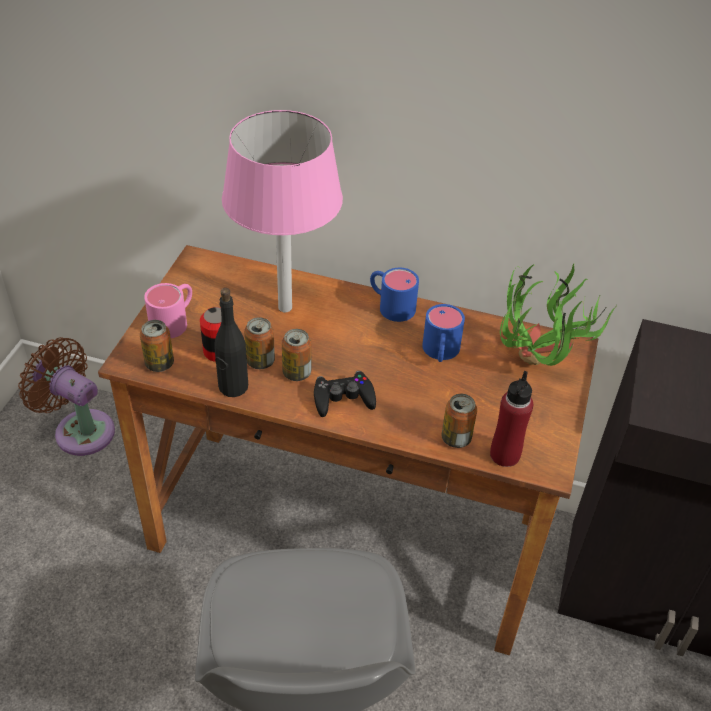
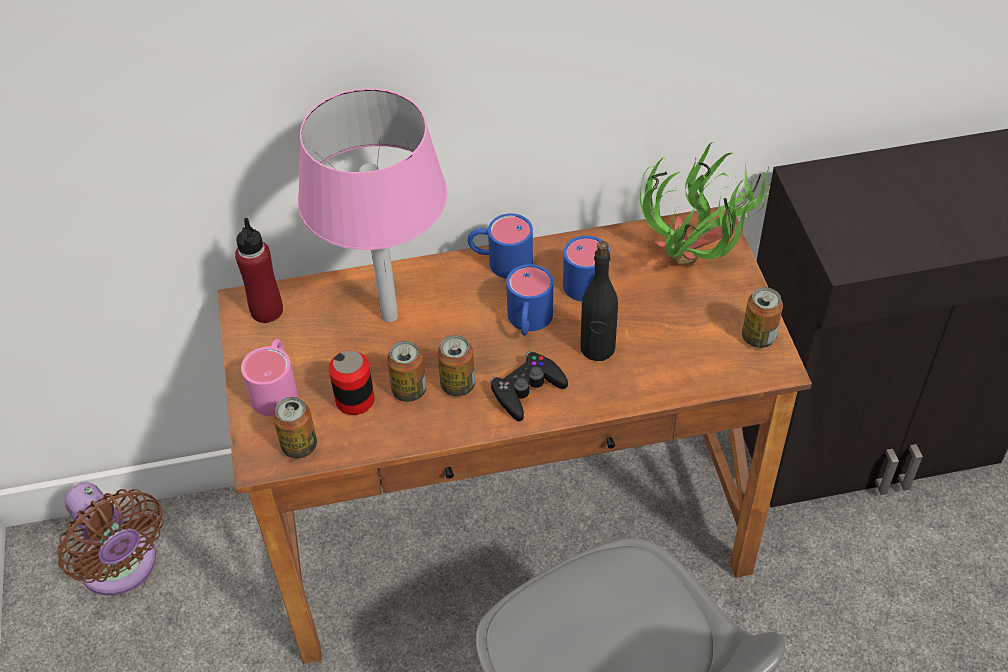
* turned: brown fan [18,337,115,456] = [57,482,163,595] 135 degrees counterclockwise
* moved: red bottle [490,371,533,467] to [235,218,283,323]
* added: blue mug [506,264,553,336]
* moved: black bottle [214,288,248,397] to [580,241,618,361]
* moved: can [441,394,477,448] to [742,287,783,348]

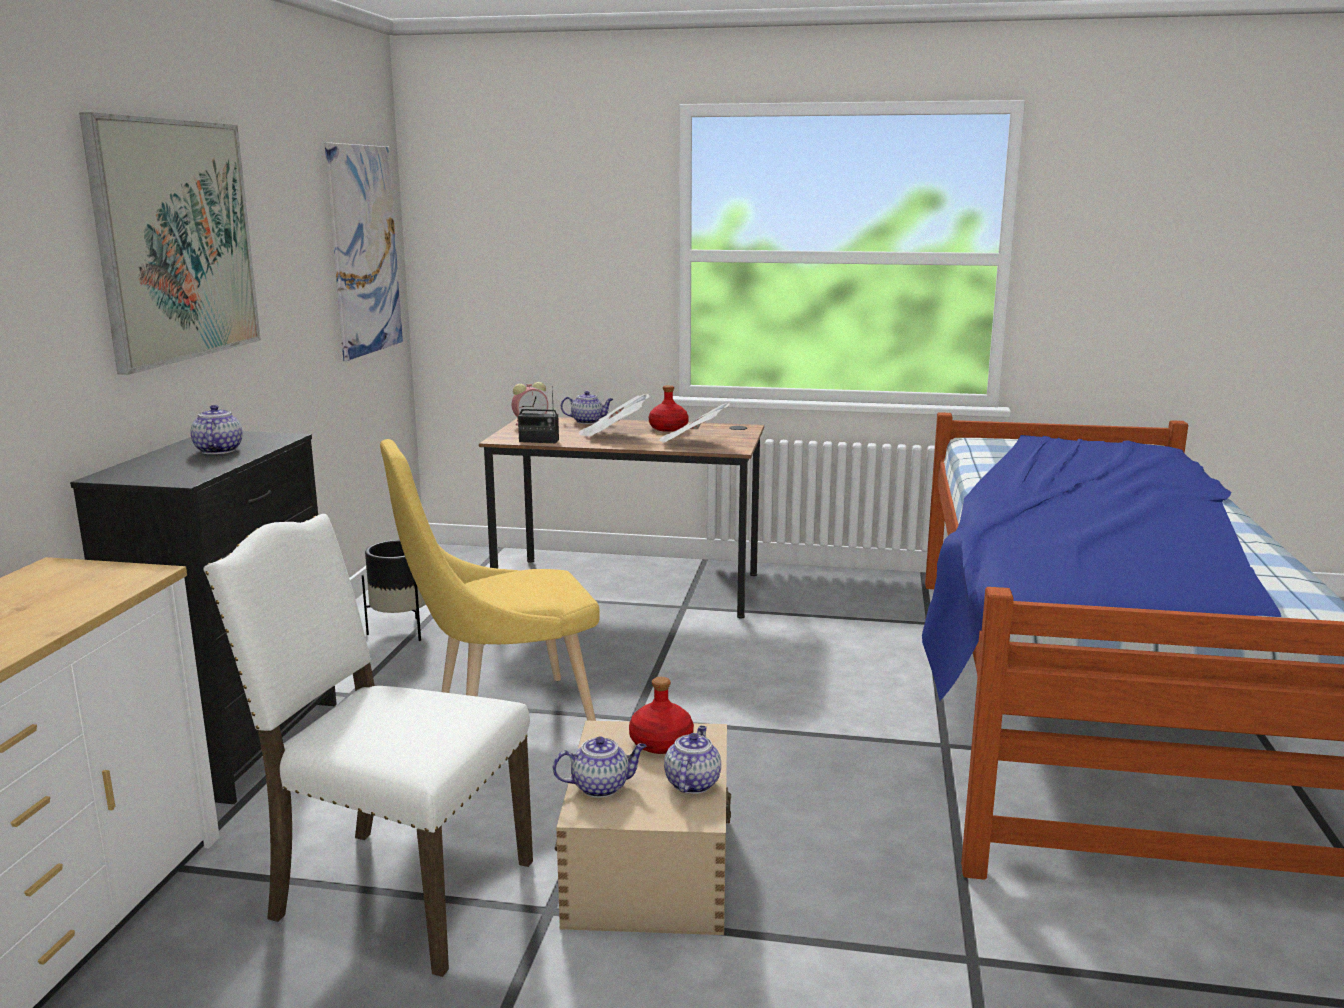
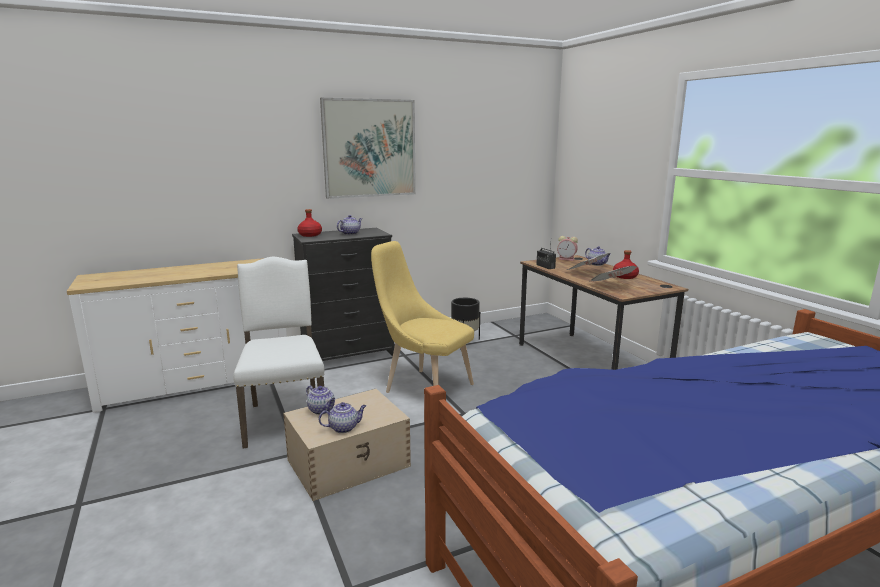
* moved: red bottle [629,677,694,754] to [297,209,322,237]
* removed: picture [325,142,403,361]

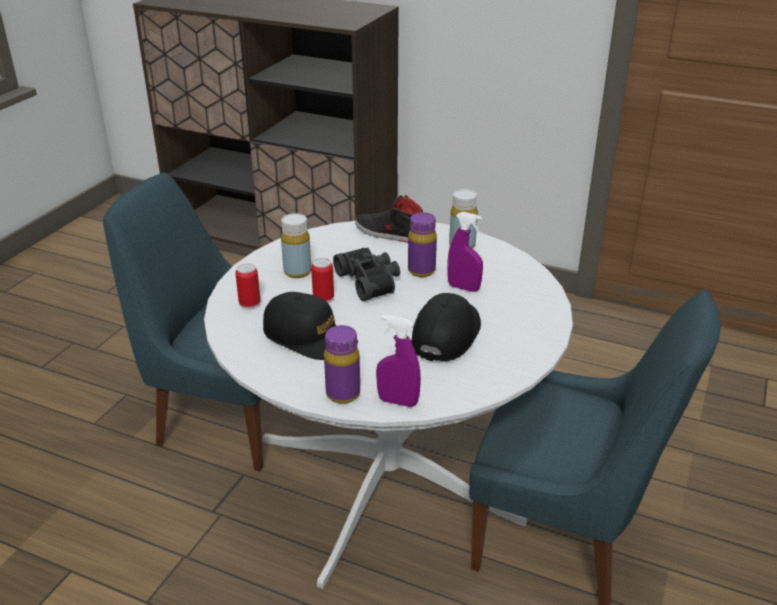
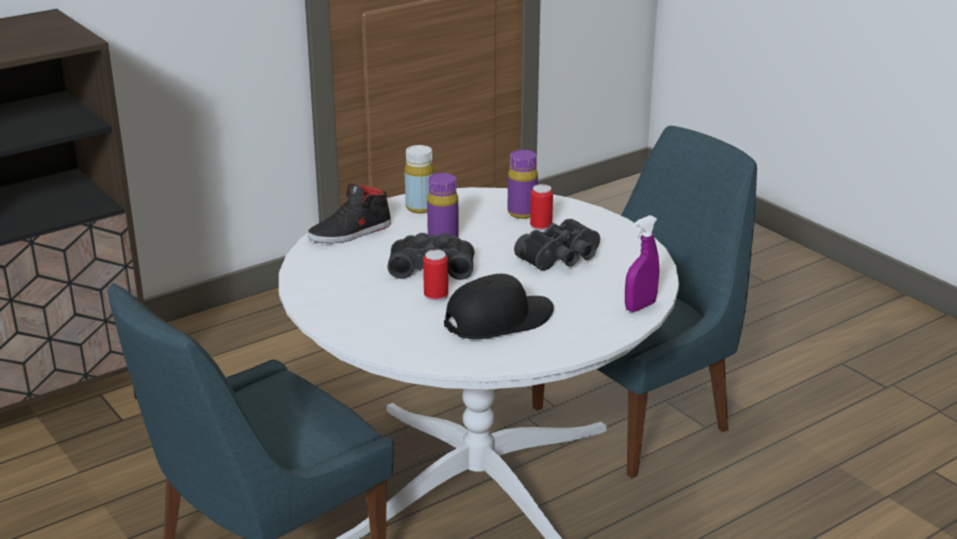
* moved: purple bottle [324,325,360,404] to [508,150,538,219]
* replaced: black cap [411,293,481,362] to black binoculars [514,219,600,271]
* moved: can [235,263,260,310] to [530,184,553,232]
* removed: yellow bottle [281,213,311,278]
* removed: purple spray bottle [447,212,483,292]

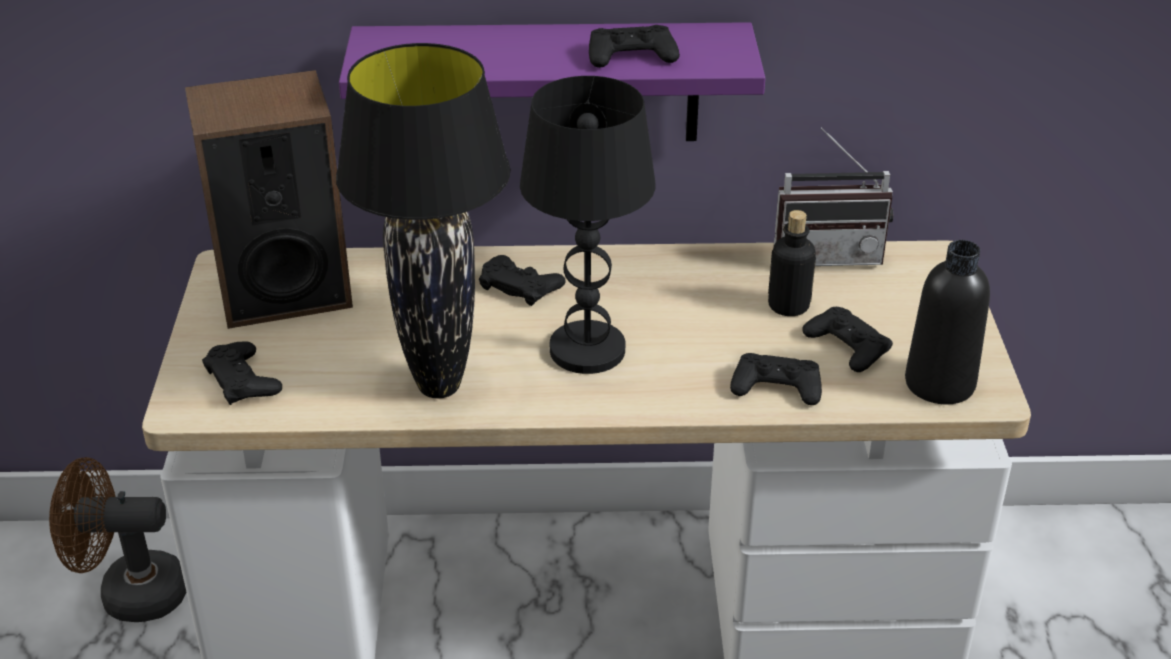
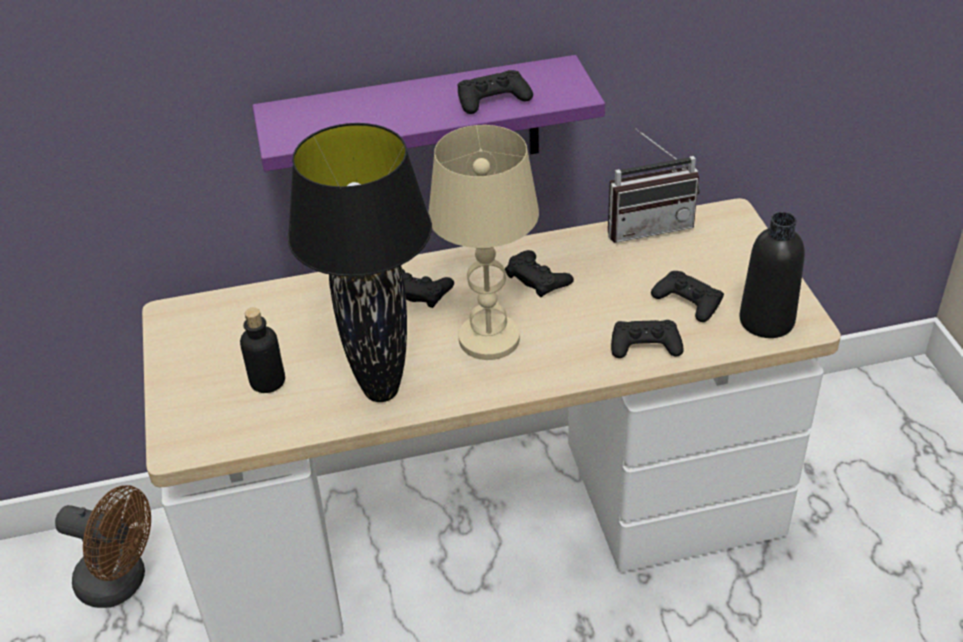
* turned: brown fan [49,457,186,622] = [55,485,151,608] 150 degrees counterclockwise
* moved: bottle [768,210,816,316] to [240,307,285,393]
* recoloured: black table lamp [520,76,656,374] to beige table lamp [429,125,539,360]
* moved: black game controller [202,341,282,405] to [505,250,574,297]
* removed: speaker [185,70,353,329]

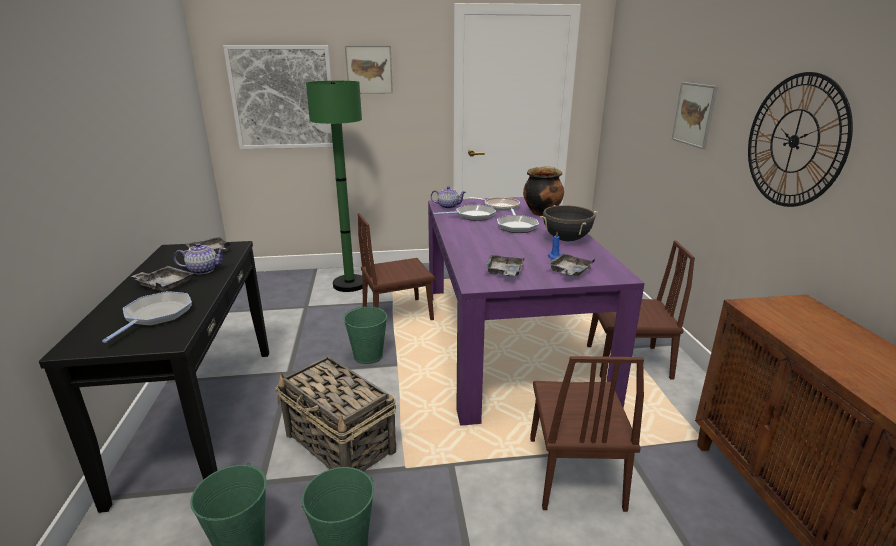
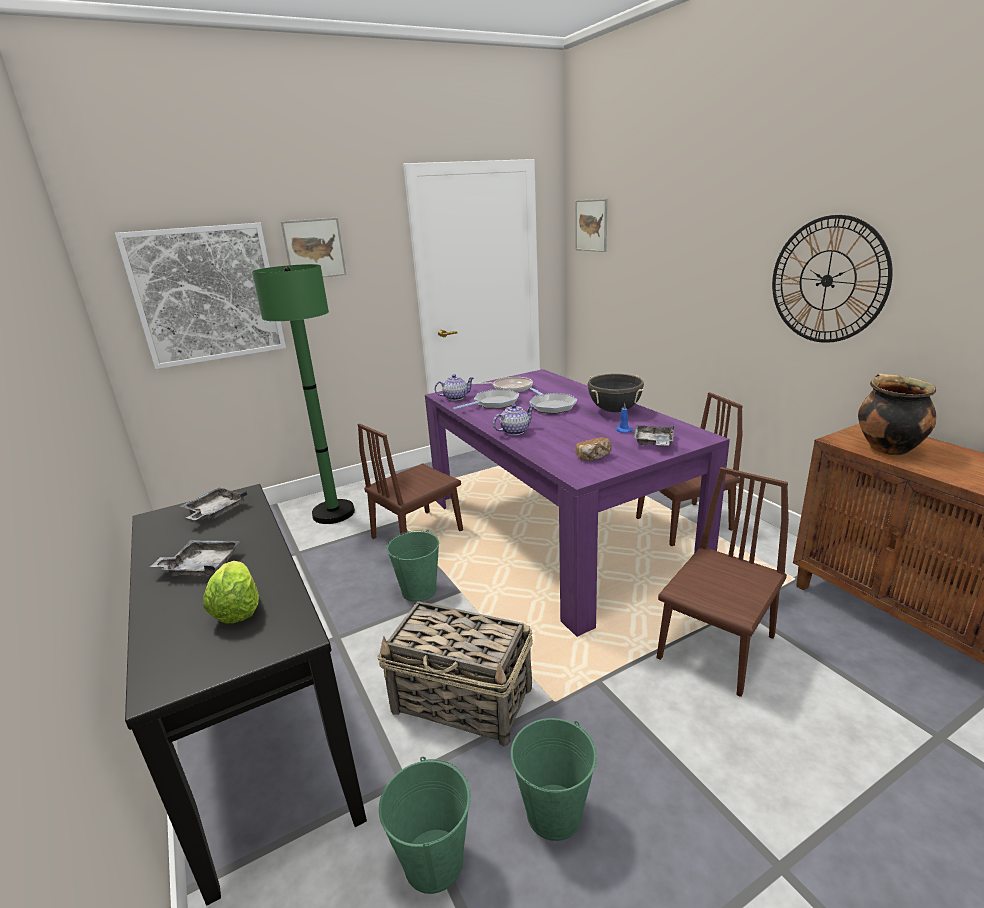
* replaced: frying pan [102,291,192,343] to lettuce [203,561,259,624]
* moved: teapot [174,243,226,275] to [493,404,535,435]
* moved: picture [672,82,718,149] to [575,199,608,252]
* replaced: grey tray [484,255,525,276] to bread [575,438,612,461]
* turned: brown chair [530,356,644,512] = [657,467,789,697] 120 degrees counterclockwise
* moved: cooking pot [523,166,564,216] to [858,374,937,456]

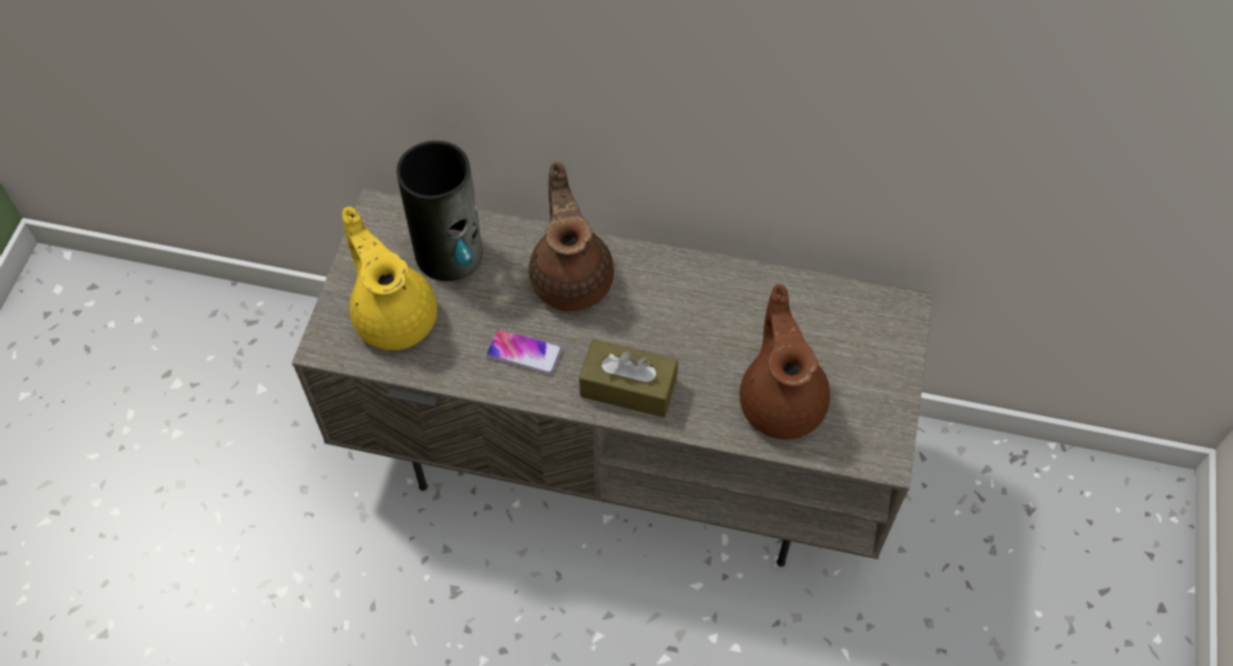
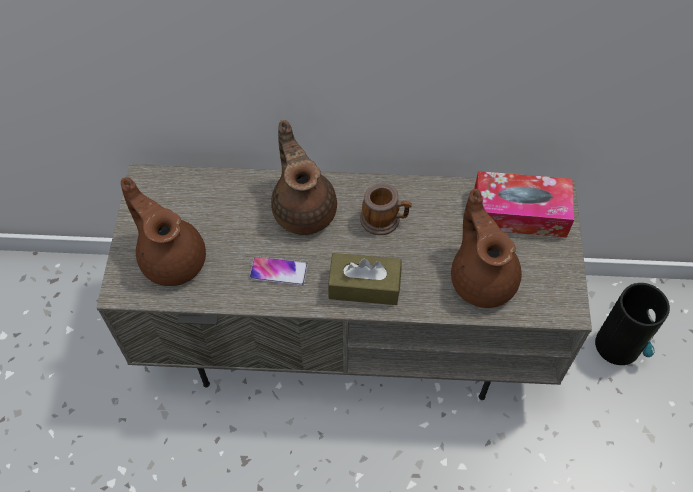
* recoloured: yellow teapot [342,207,437,350] to brown teapot [121,177,206,286]
* added: mug [360,183,412,235]
* added: tissue box [474,171,574,237]
* moved: vase [397,141,483,281] to [595,283,670,365]

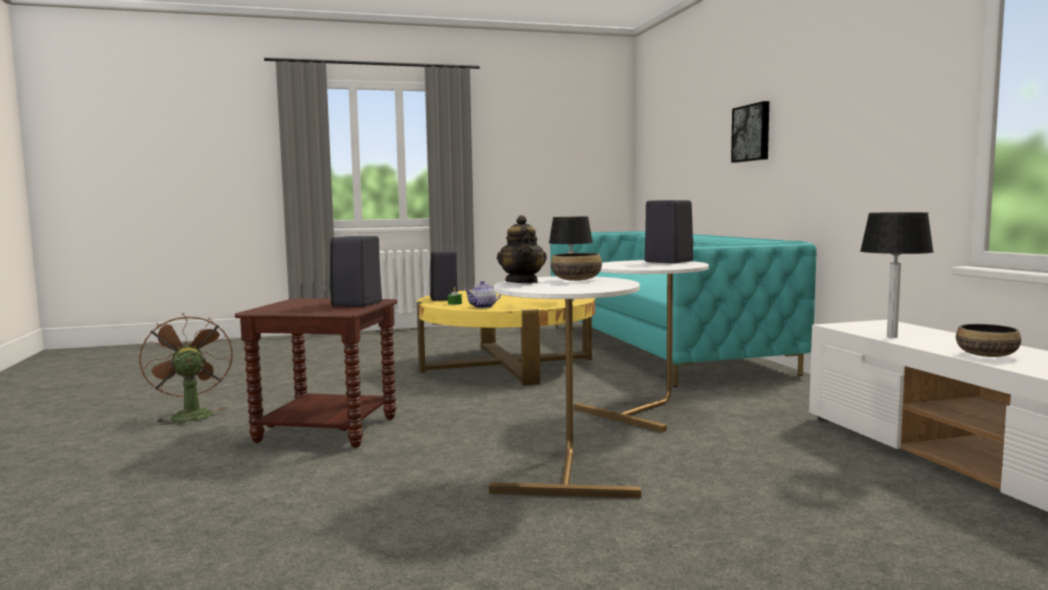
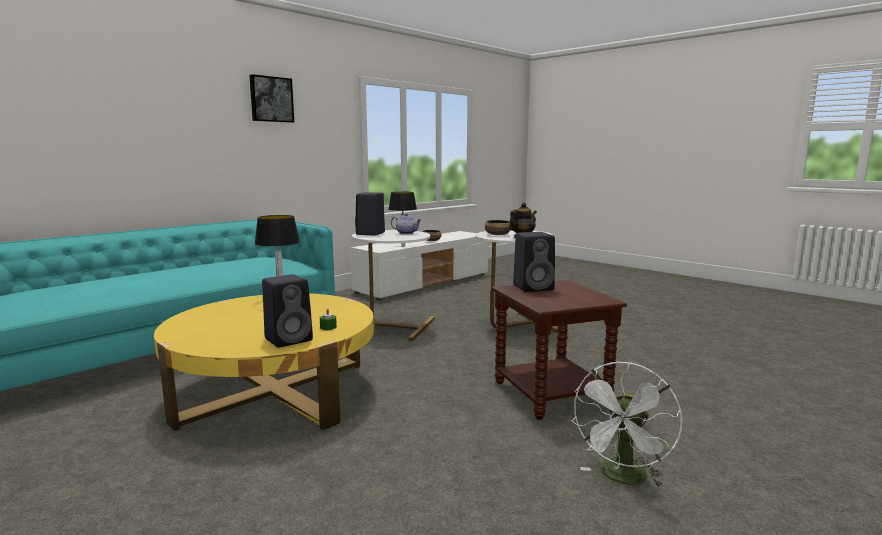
* moved: picture [731,101,769,163] to [249,74,294,123]
* moved: teapot [464,281,501,308] to [391,213,422,234]
* recoloured: brown fan [139,313,233,426] to white fan [570,362,682,488]

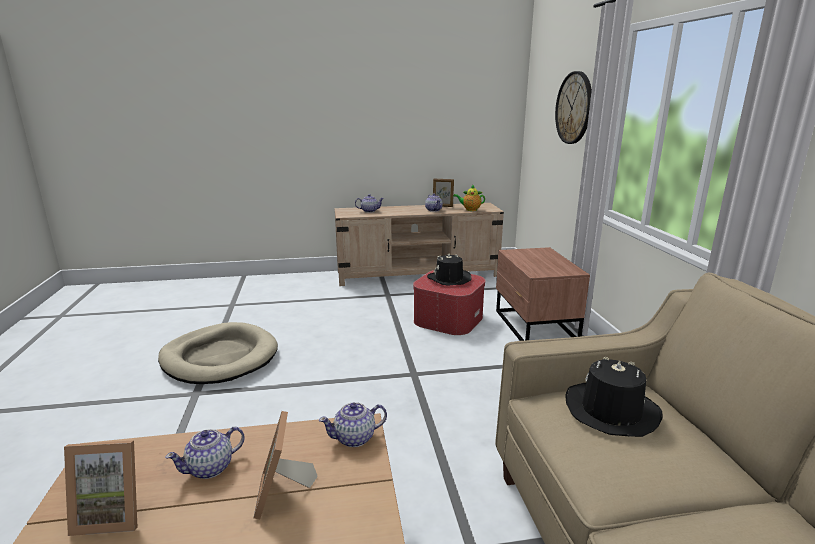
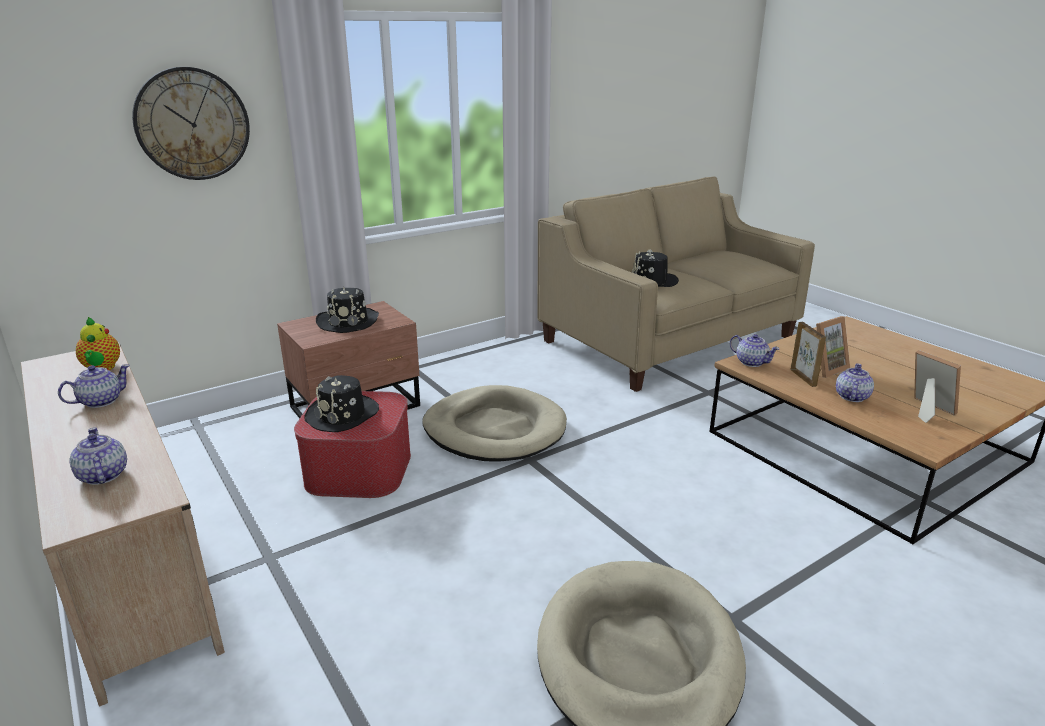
* added: black hat [316,287,379,333]
* added: beige dog bed [422,385,567,462]
* moved: picture frame [433,178,454,207] to [790,322,826,387]
* turned: teapot [165,427,245,479] = [836,363,874,402] 90 degrees counterclockwise

